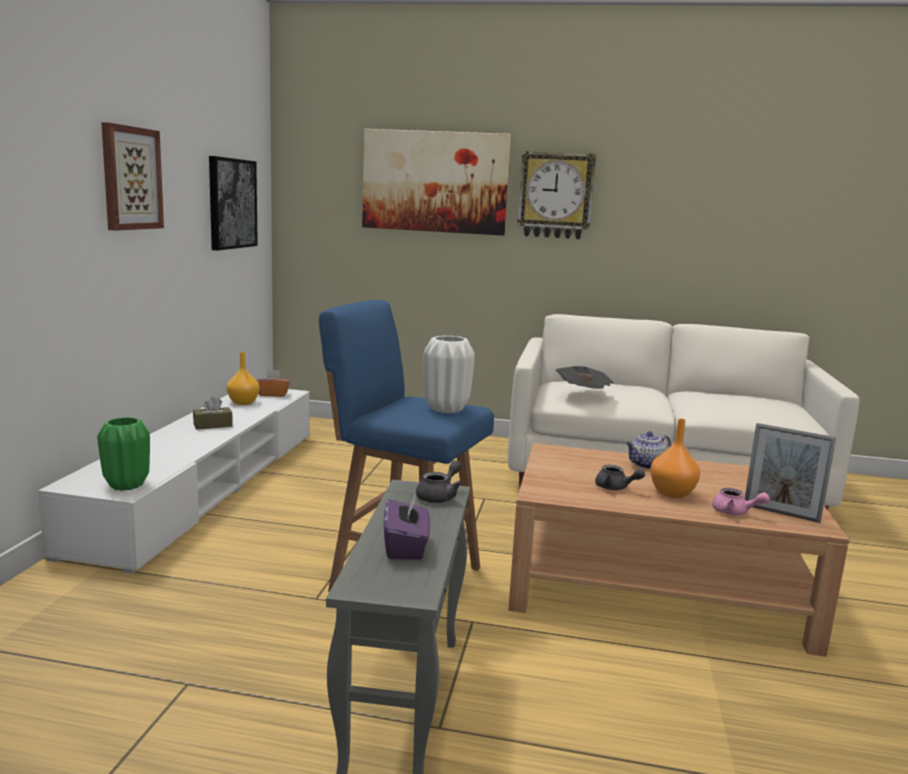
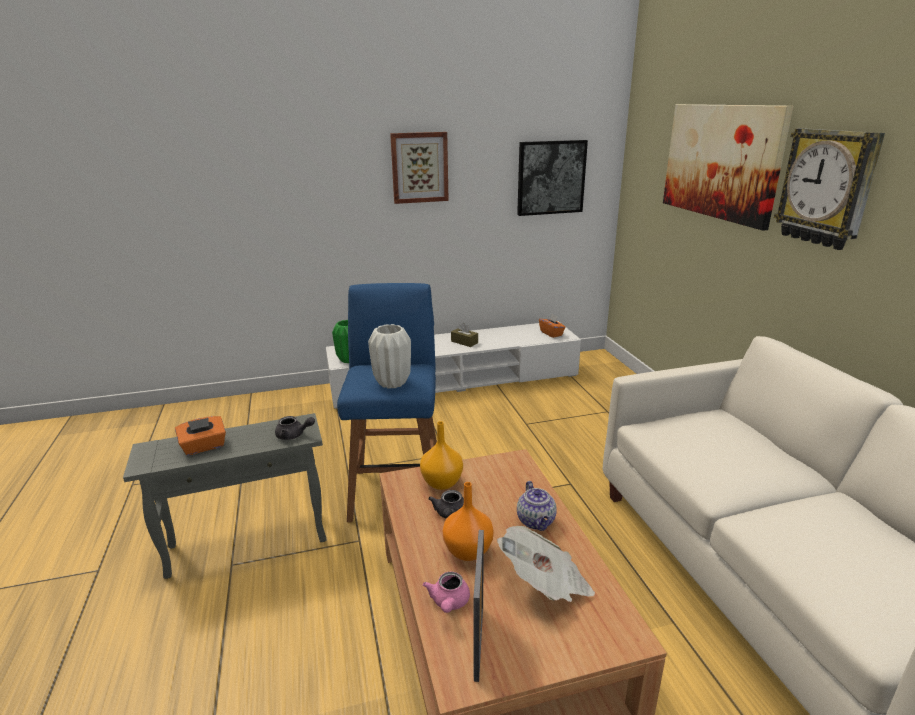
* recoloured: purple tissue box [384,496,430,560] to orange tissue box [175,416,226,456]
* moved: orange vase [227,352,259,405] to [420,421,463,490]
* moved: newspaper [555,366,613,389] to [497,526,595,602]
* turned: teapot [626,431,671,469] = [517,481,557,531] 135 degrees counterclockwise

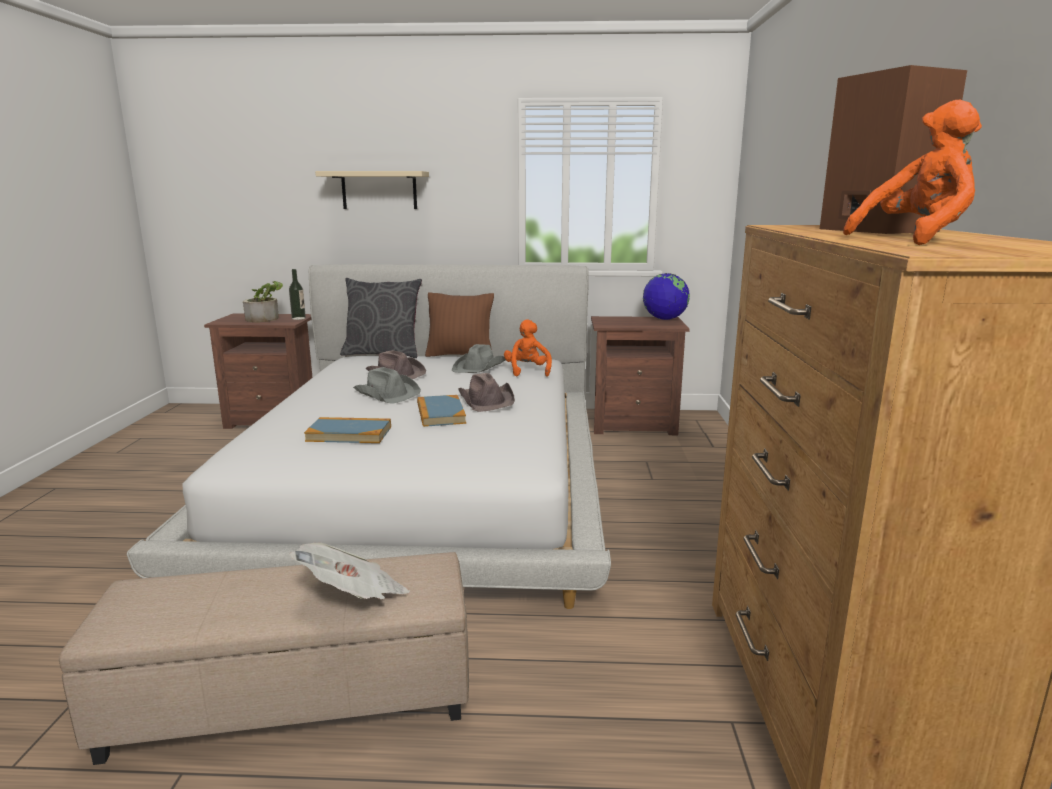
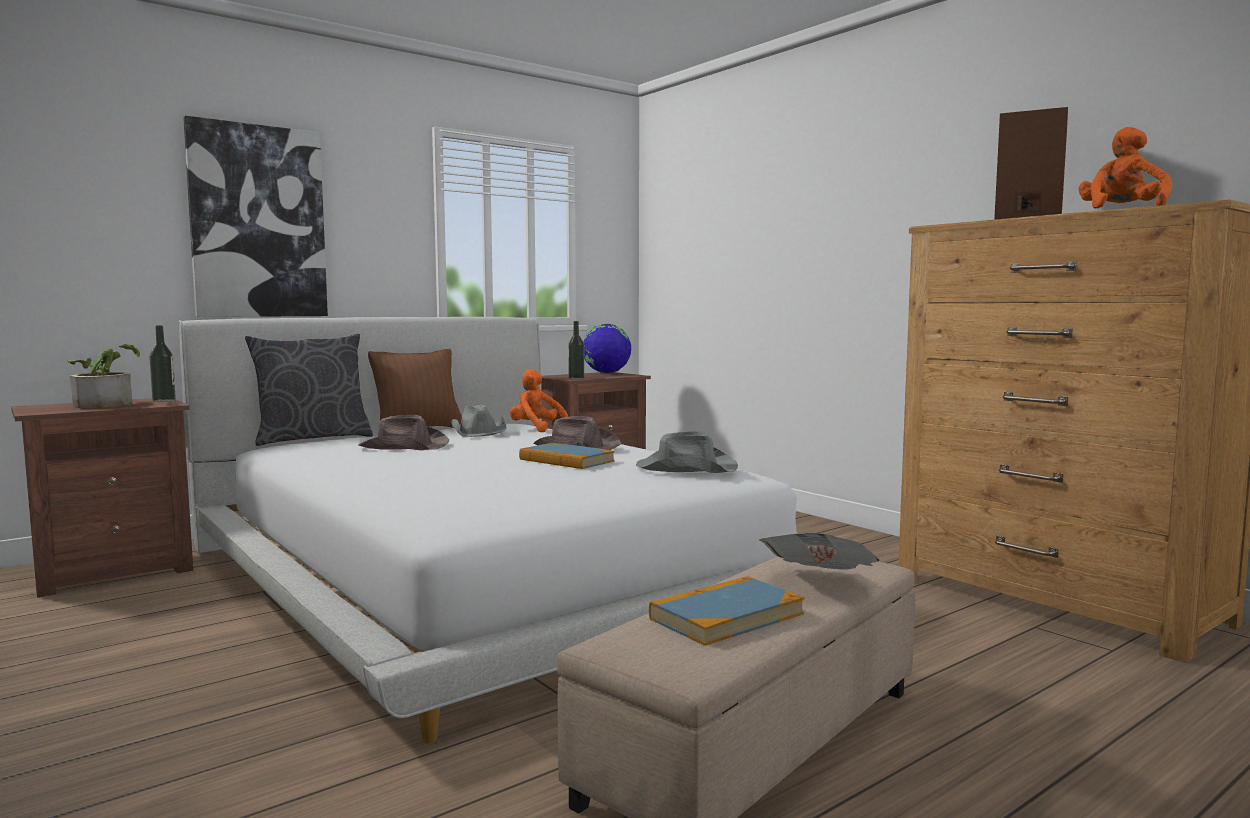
* replaced: beige shelf [315,171,429,209] to picture [183,116,328,317]
* added: bottle [568,321,584,380]
* moved: grey hat [353,367,421,404] to [636,432,738,473]
* moved: book [304,417,391,443] to [649,576,804,646]

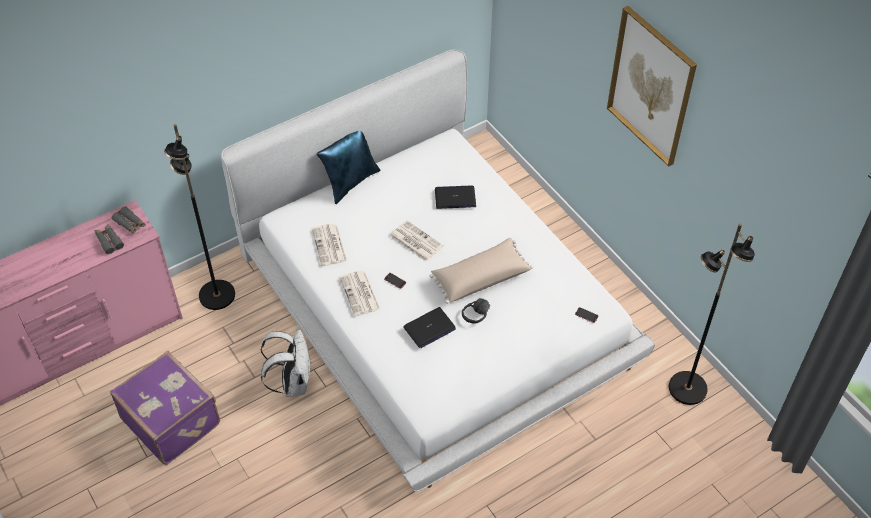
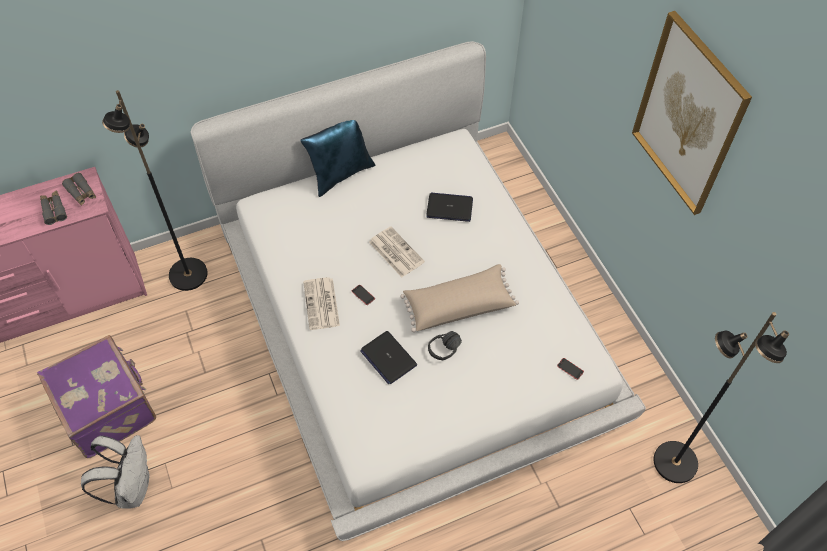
* moved: white backpack [261,330,311,397] to [81,435,149,509]
* turned: laptop [403,307,456,348] = [360,331,417,384] 75 degrees clockwise
* removed: newspaper [312,224,347,266]

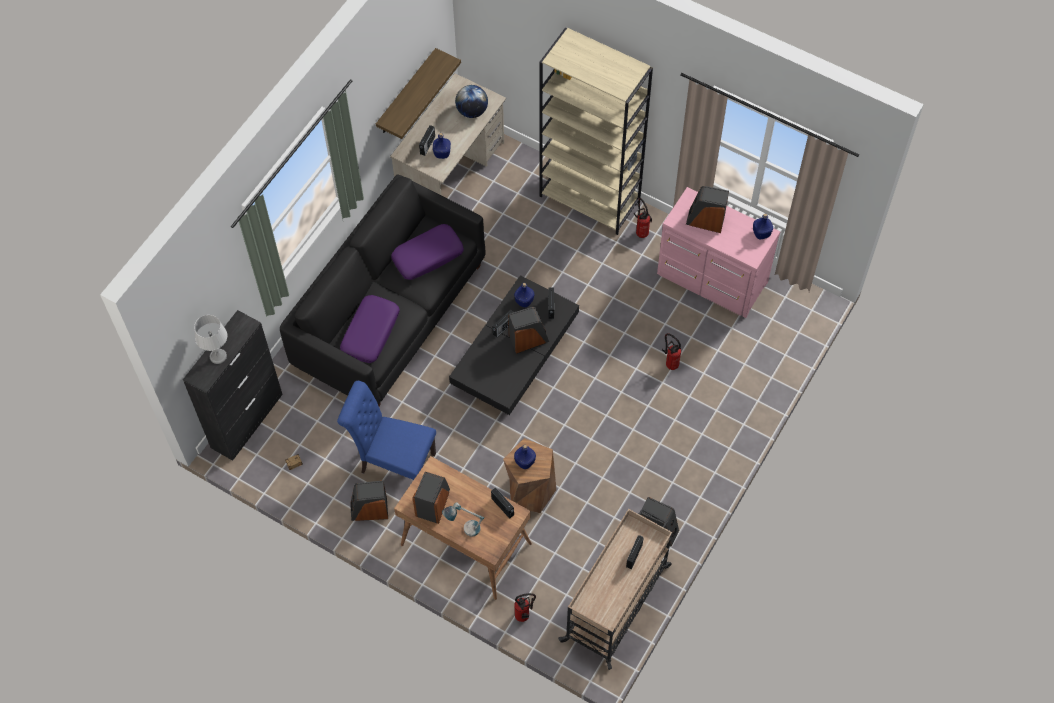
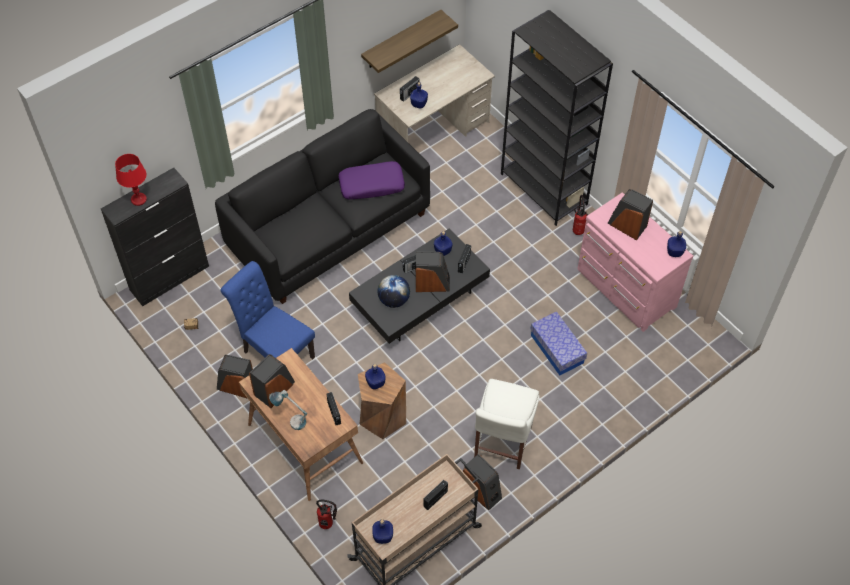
* recoloured: grey table lamp [194,315,227,364] to red table lamp [115,154,147,206]
* added: blue bottle [372,519,393,544]
* moved: globe [455,85,488,118] to [377,275,410,308]
* added: white chair [474,379,539,470]
* recoloured: beige bookcase [540,27,653,235] to black bookcase [501,10,613,226]
* replaced: fire extinguisher [662,333,681,370] to storage box [530,311,587,376]
* removed: purple pillow [340,295,400,363]

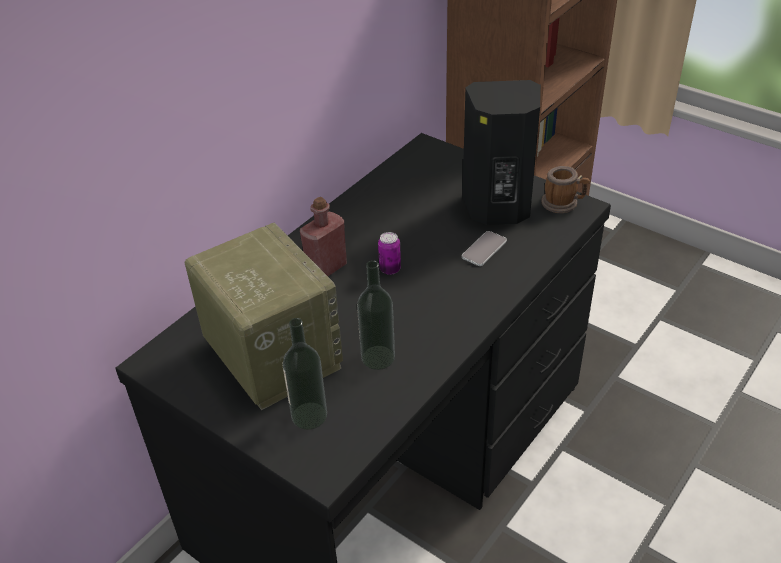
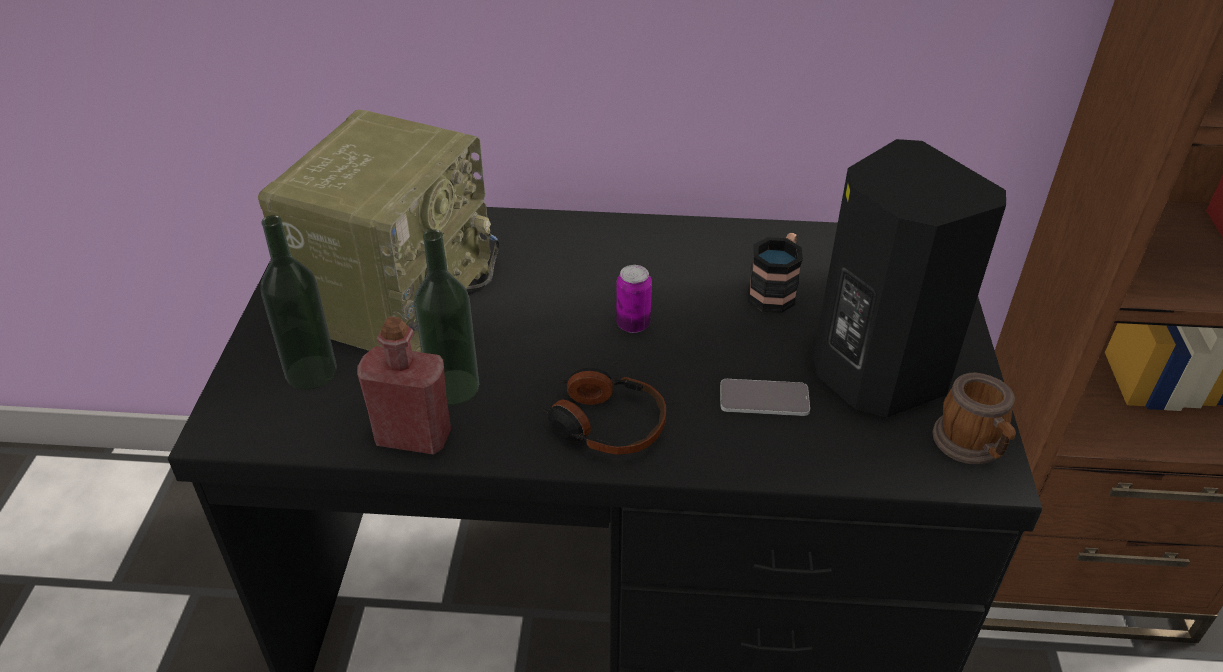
* moved: red bottle [300,197,347,276] to [357,316,451,455]
* added: headphones [541,367,666,455]
* added: mug [748,233,803,313]

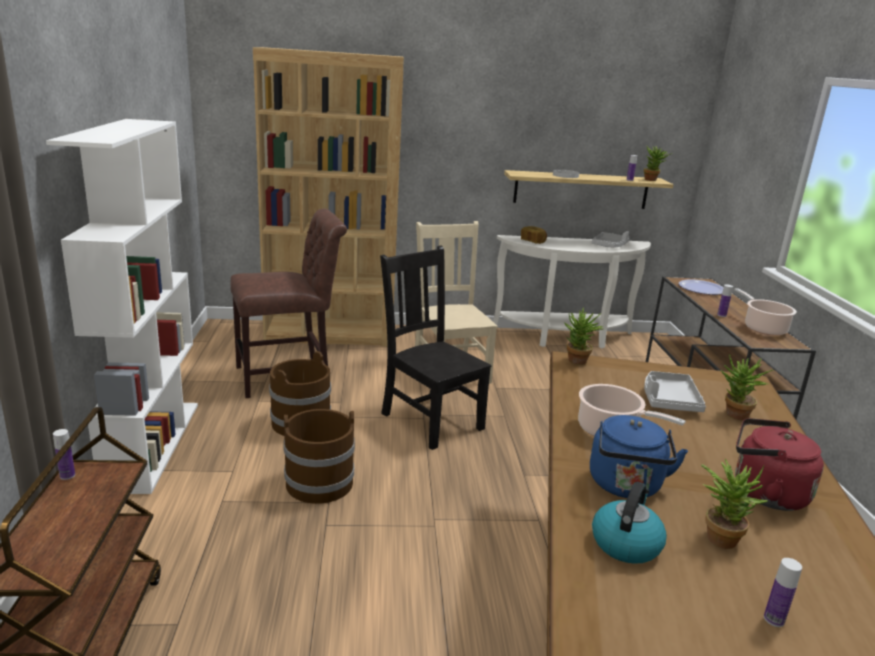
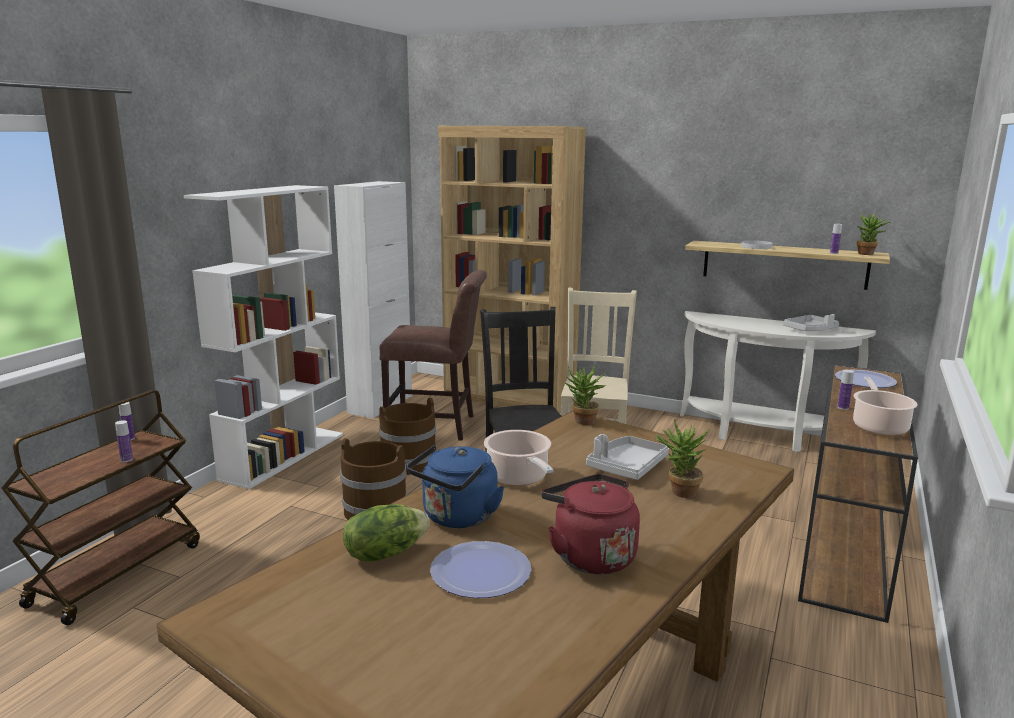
* moved: bottle [764,558,802,627] to [115,420,133,462]
* added: white cabinet [334,181,412,419]
* replaced: kettle [592,482,667,564] to lettuce [343,504,430,562]
* replaced: potted plant [701,458,768,549] to plate [430,541,531,598]
* removed: bread [521,226,547,244]

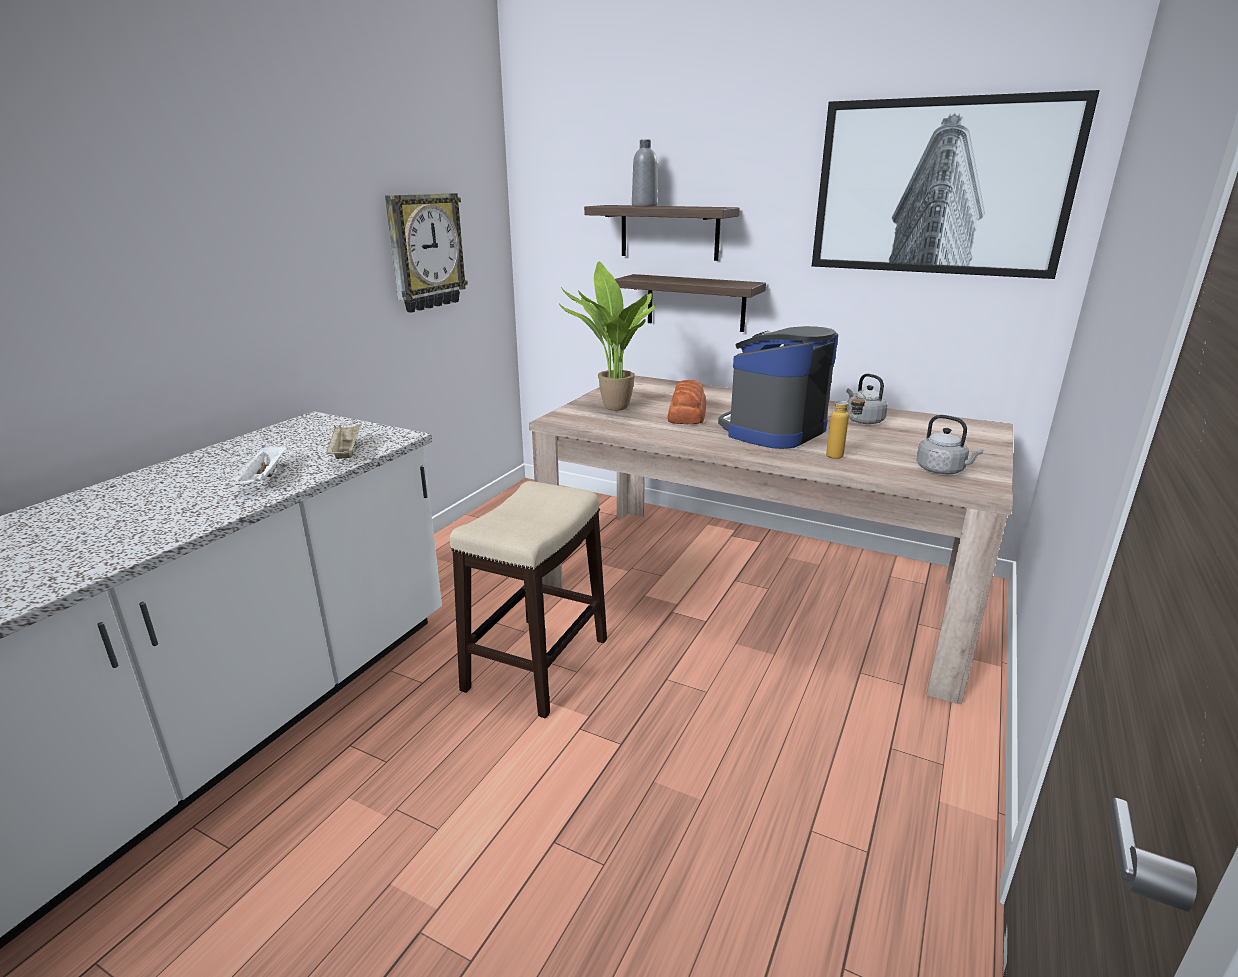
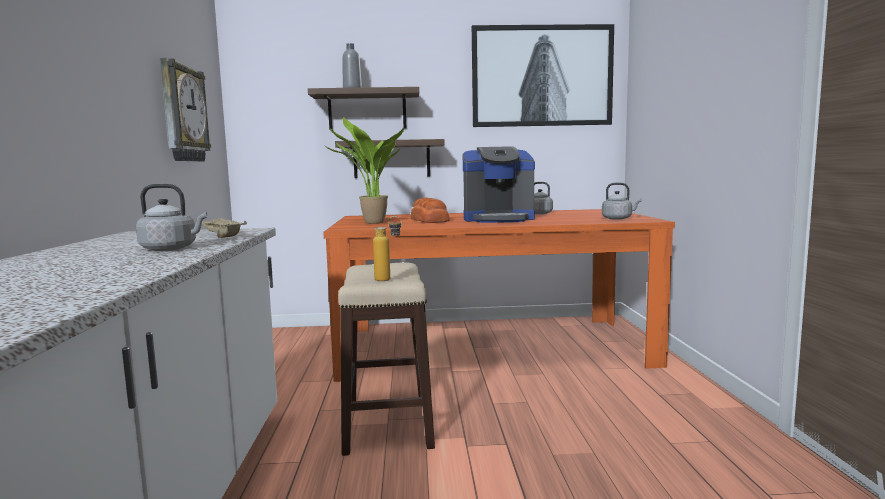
* replaced: white tray [229,445,286,483] to grey kettle [136,184,207,251]
* recoloured: beige dining table [529,376,1013,705] to orange dining table [323,209,675,382]
* moved: bottle [826,393,866,459] to [373,216,402,281]
* turned: coffee machine [718,326,838,449] = [463,146,535,223] 105 degrees counterclockwise

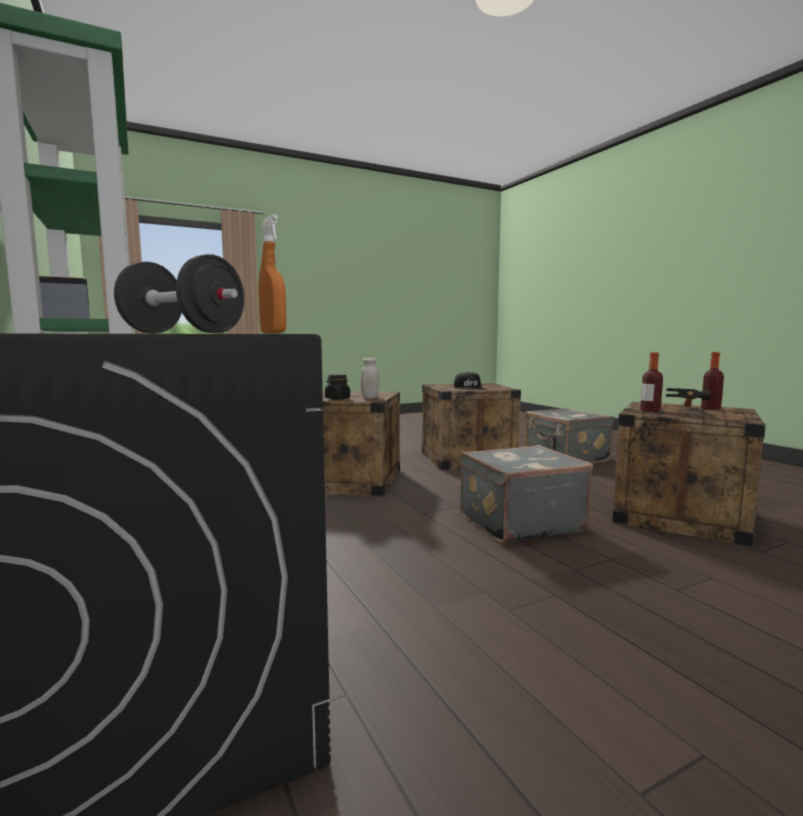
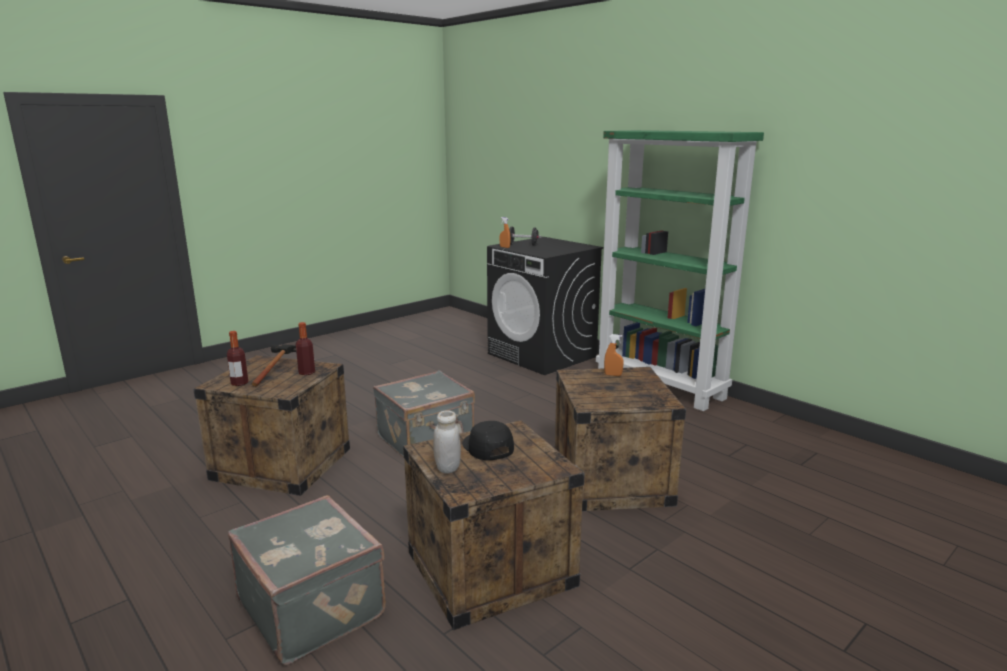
* moved: white jar [361,358,379,398] to [433,410,461,473]
* replaced: black jar [325,374,350,400] to orange spray bottle [604,334,624,376]

